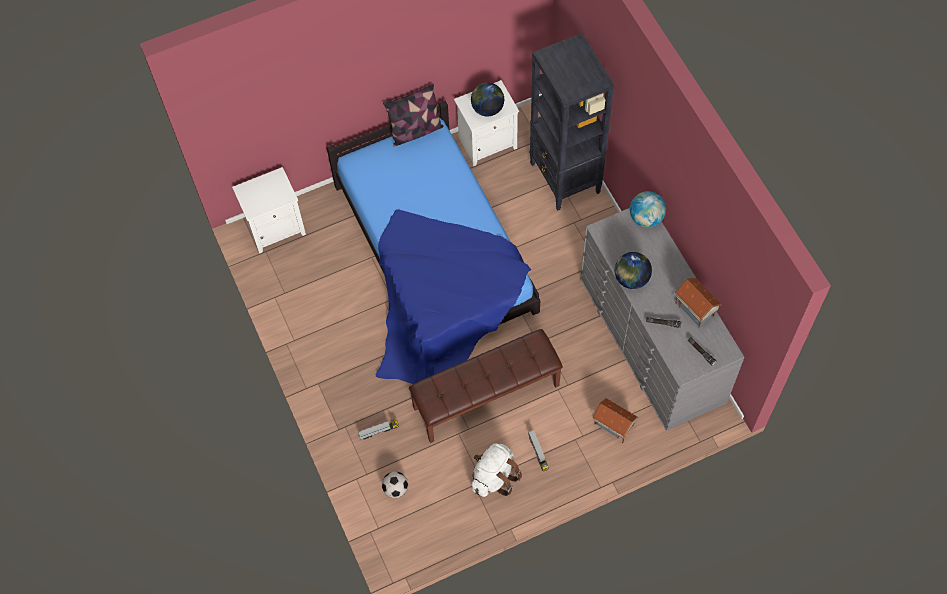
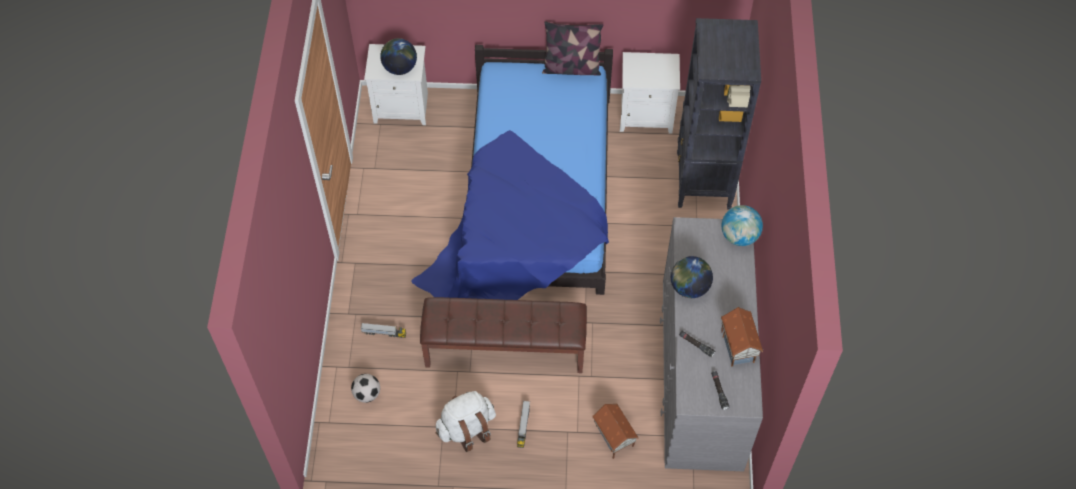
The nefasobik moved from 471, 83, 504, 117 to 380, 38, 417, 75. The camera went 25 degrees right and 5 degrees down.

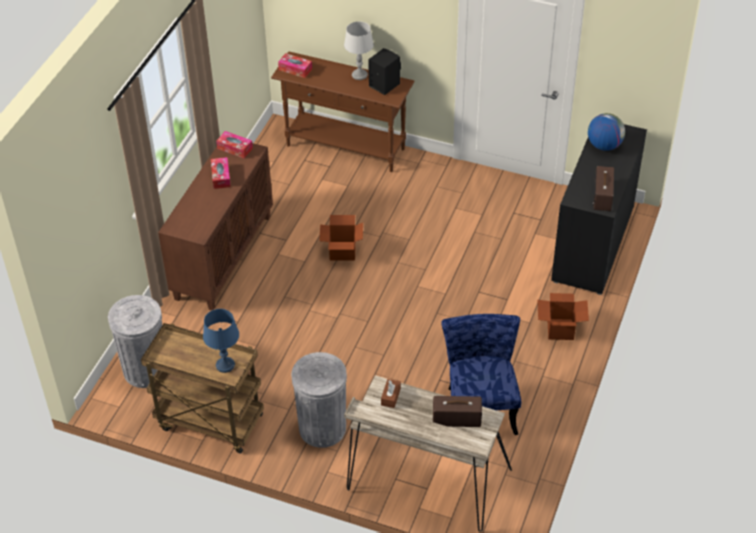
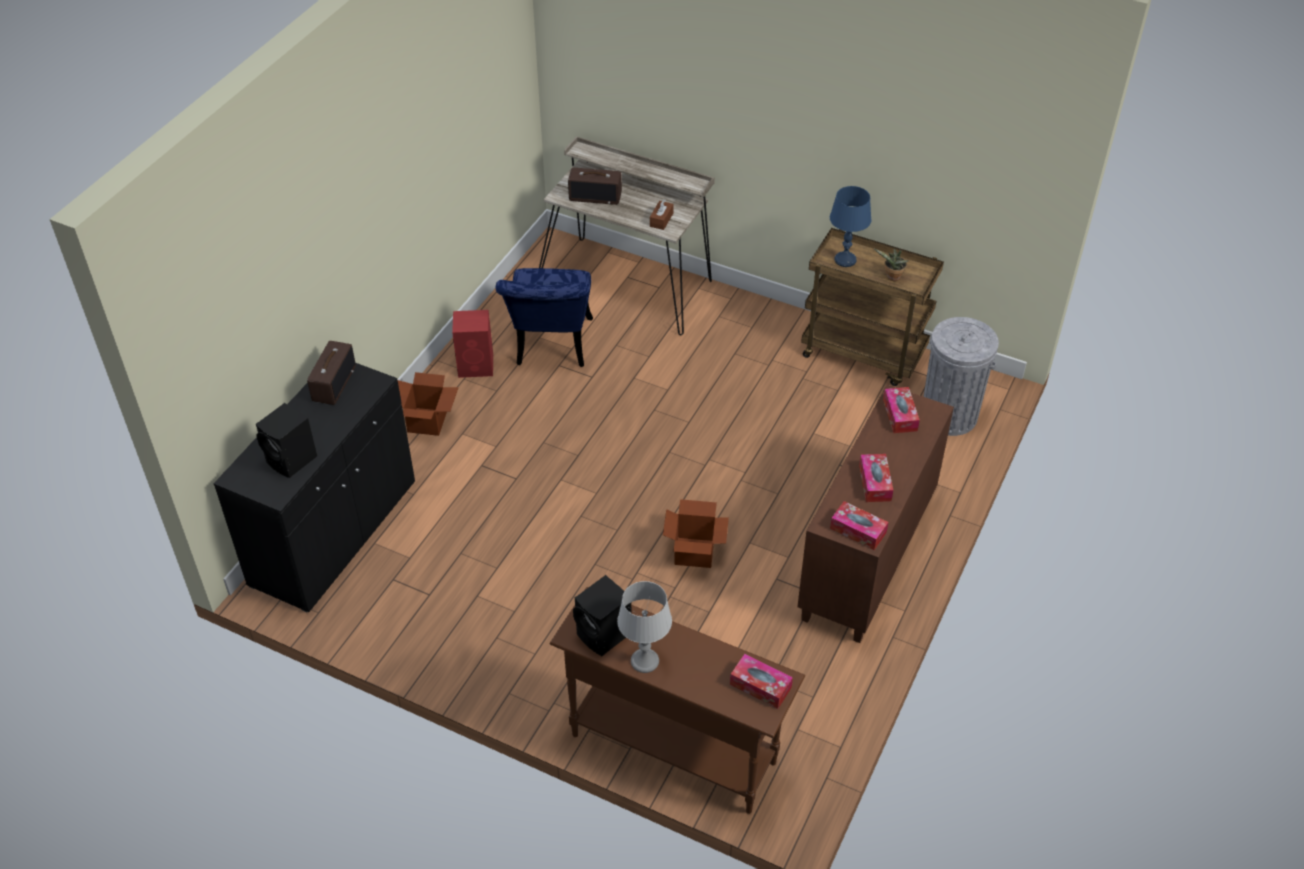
The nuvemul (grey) at 291, 352, 347, 448 disappeared. The nefasobik at 588, 113, 625, 151 was replaced by the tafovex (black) at 256, 403, 317, 478. The tafovex (red) at 452, 310, 493, 378 appeared. The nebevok at 874, 249, 909, 281 appeared. The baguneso at 883, 387, 920, 433 appeared. The camera went 175 degrees left and 0 degrees up.

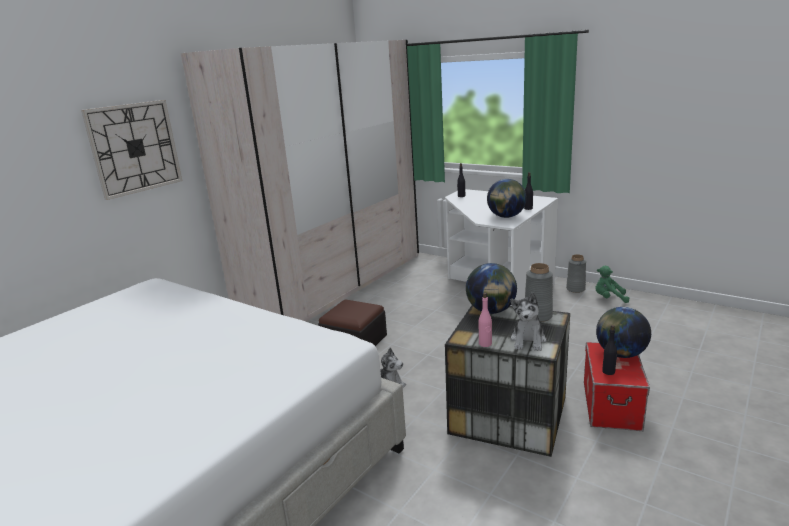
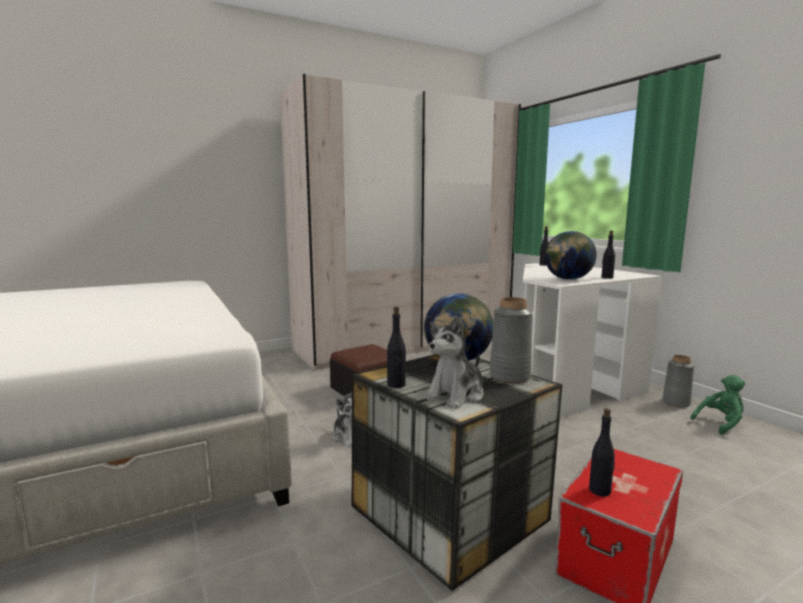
The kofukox at 81, 100, 182, 200 disappeared. The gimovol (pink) at 479, 293, 492, 347 became the gimovol (black) at 387, 307, 406, 388. The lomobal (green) at 596, 266, 629, 303 turned 120 degrees clockwise. The nefasobik at 596, 307, 651, 358 disappeared. The camera went 25 degrees right and 10 degrees down.

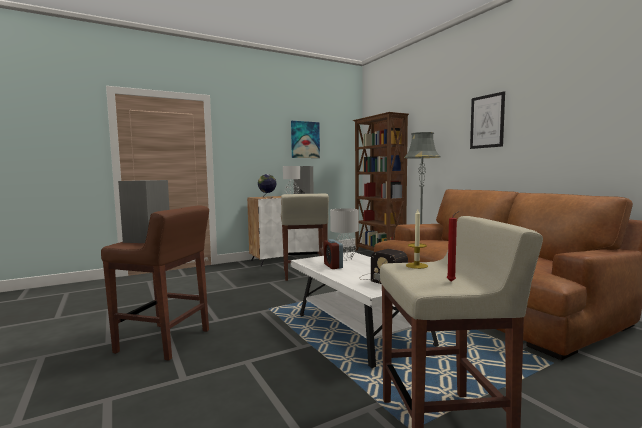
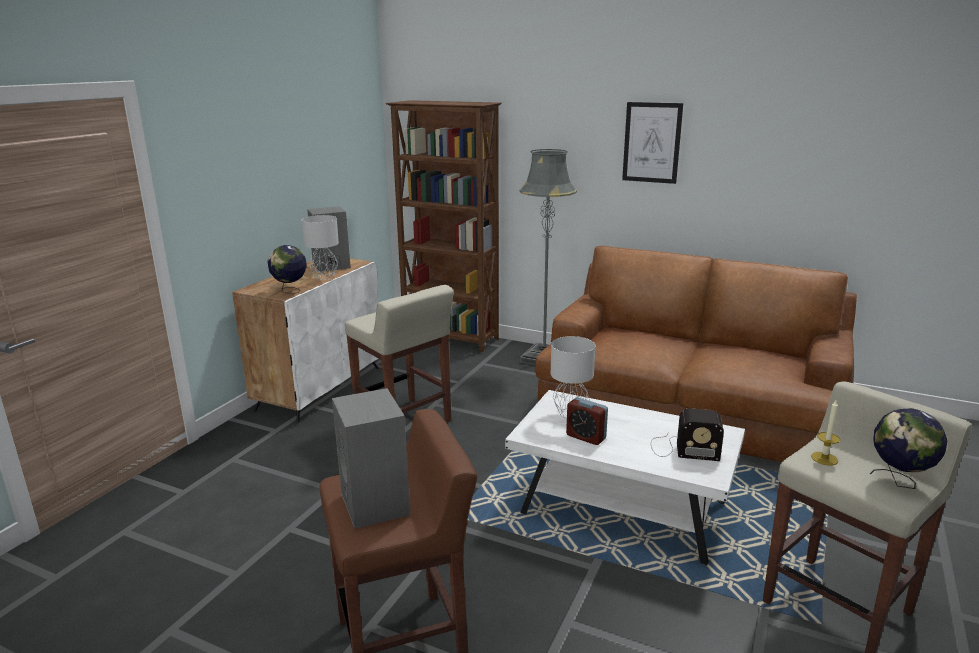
The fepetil at 291, 121, 320, 158 disappeared. The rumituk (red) at 447, 211, 459, 282 was replaced by the nefasobik at 870, 408, 947, 489. The camera went 35 degrees left and 15 degrees up.

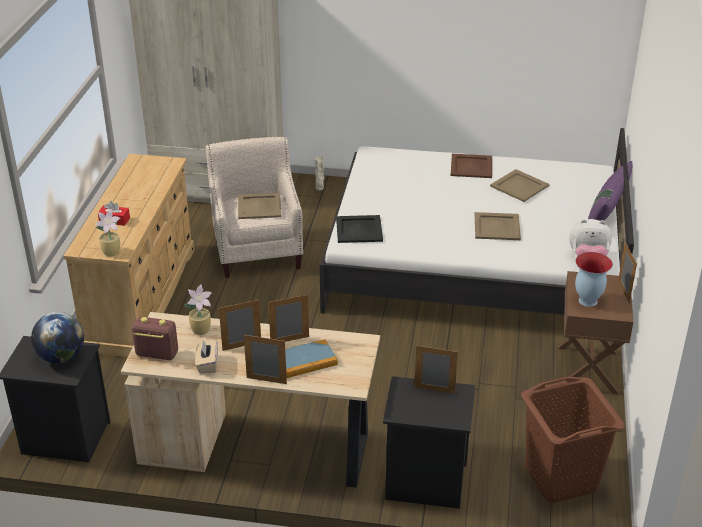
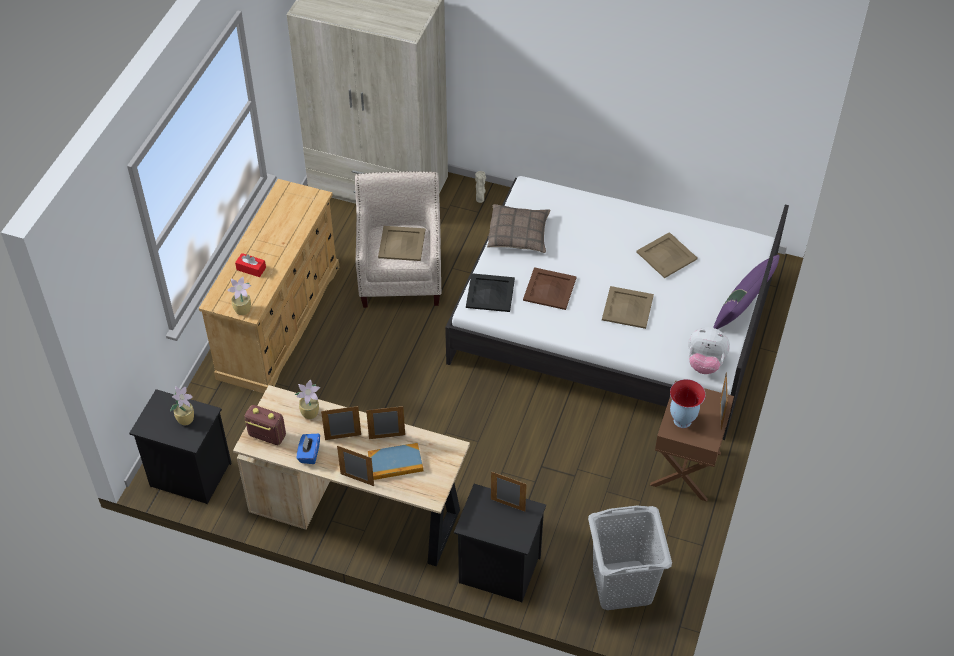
The nefasobik at 31, 312, 84, 363 was replaced by the nebevok at 170, 386, 194, 425. The baguneso (beige) at 195, 340, 218, 373 became the baguneso (blue) at 297, 434, 320, 464. The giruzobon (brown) moved from 450, 154, 492, 178 to 523, 267, 577, 310. The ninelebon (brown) at 521, 377, 625, 503 became the ninelebon (grey) at 588, 506, 672, 610. The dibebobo at 487, 204, 550, 253 appeared. The camera went 10 degrees right and 15 degrees up.

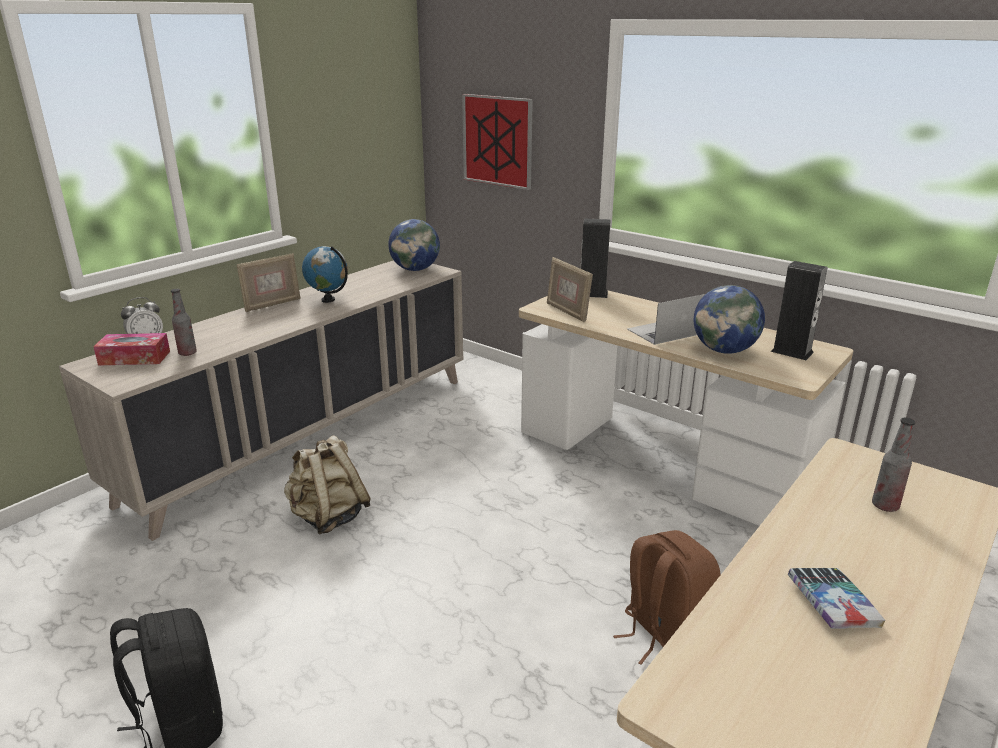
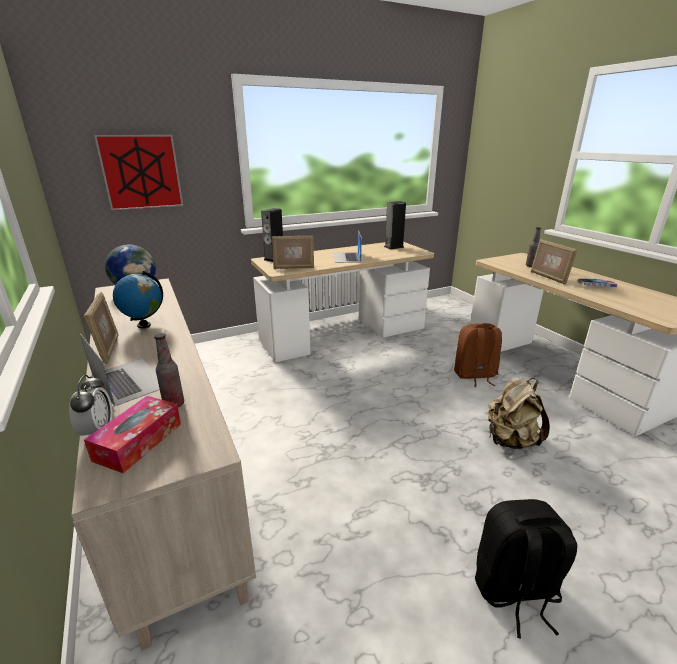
The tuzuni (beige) moved from 284, 435, 371, 535 to 488, 377, 550, 449. The nefasobik at 694, 285, 765, 354 disappeared. The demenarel at 80, 334, 160, 407 appeared. The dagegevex at 531, 239, 577, 285 appeared. The camera went 65 degrees left and 0 degrees up.

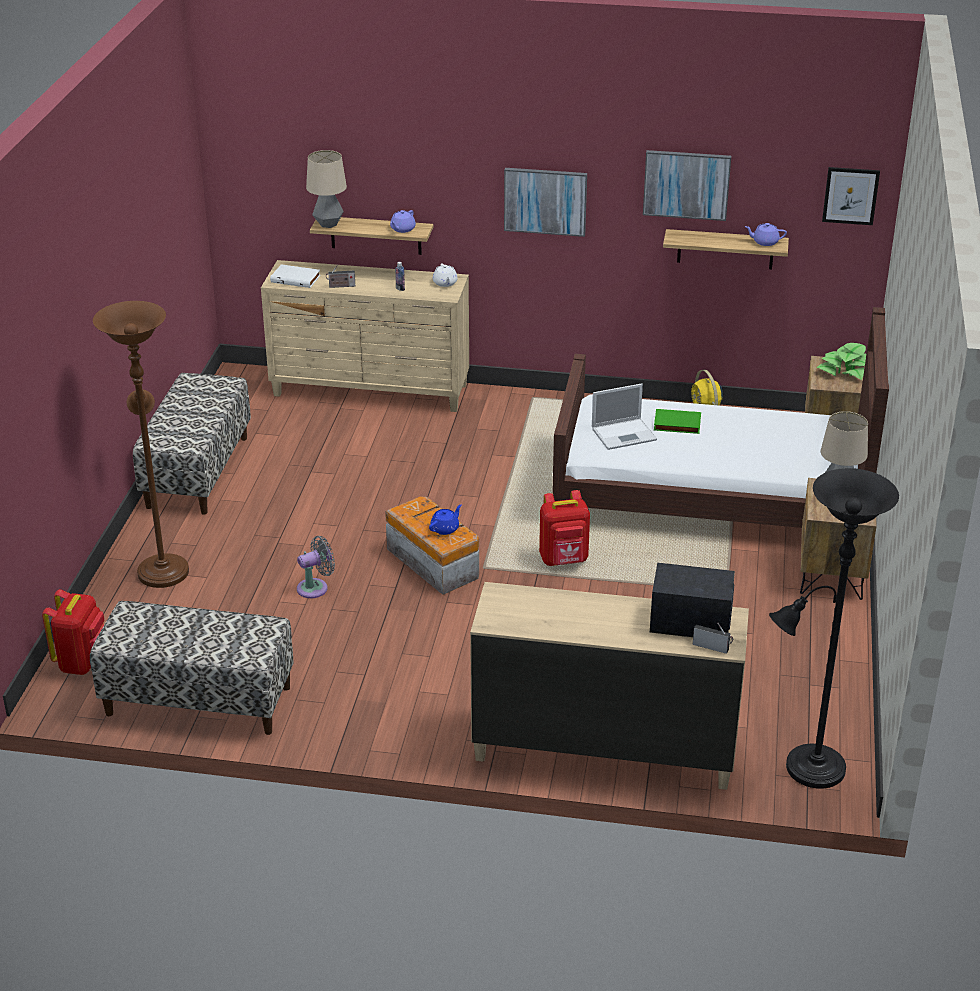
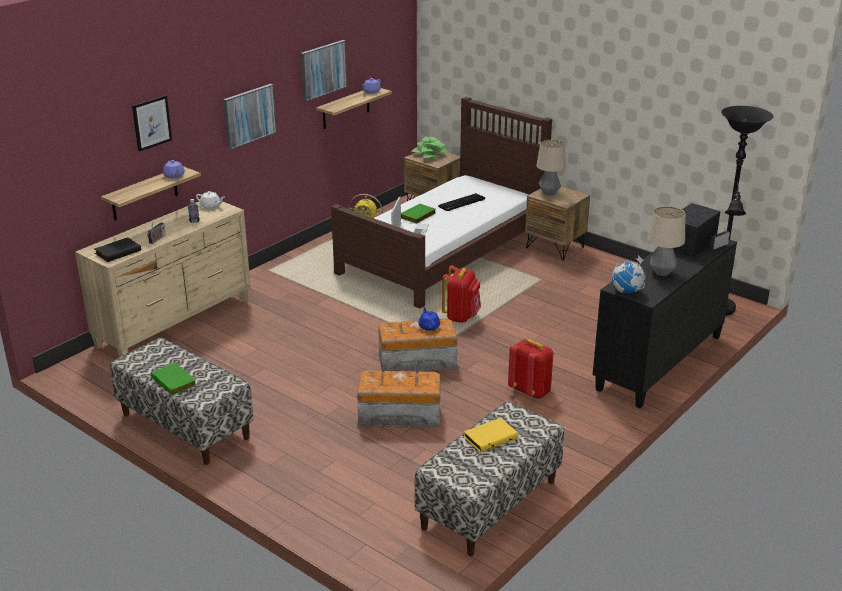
The tuzuni (red) moved from 42, 589, 105, 675 to 508, 339, 553, 399. The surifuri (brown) at 93, 301, 189, 588 disappeared. The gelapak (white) at 270, 264, 321, 288 became the gelapak (black) at 94, 237, 141, 262. The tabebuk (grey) at 297, 536, 335, 598 was replaced by the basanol at 357, 371, 440, 428. The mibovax moved from 306, 150, 347, 228 to 647, 206, 685, 276. The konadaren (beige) at 470, 582, 749, 790 became the konadaren (black) at 593, 239, 737, 408. The fepetil moved from 822, 167, 880, 225 to 132, 95, 172, 152. The gelapak (green) at 151, 363, 197, 396 appeared. The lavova at 438, 193, 485, 211 appeared. The gelapak (yellow) at 464, 418, 518, 453 appeared. The nefasobik at 612, 255, 645, 293 appeared. The camera went 60 degrees left and 5 degrees down.

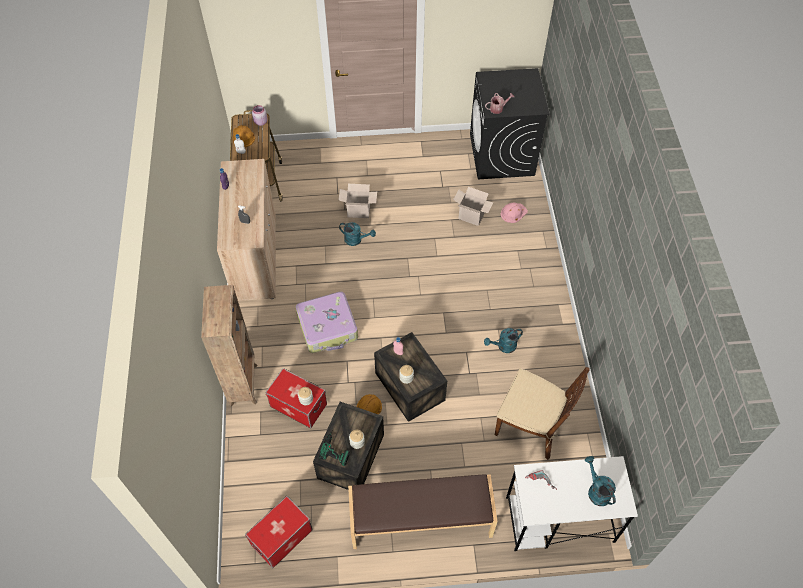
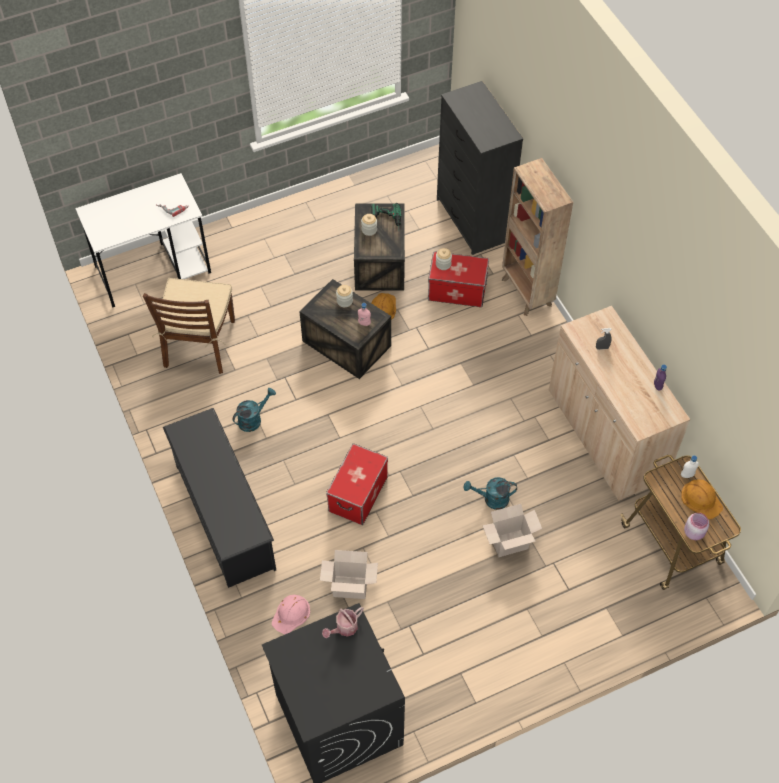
The basanol moved from 245, 496, 313, 568 to 326, 443, 388, 525. The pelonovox at 296, 291, 358, 353 disappeared. The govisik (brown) at 348, 474, 498, 549 disappeared. The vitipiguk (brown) at 495, 367, 589, 460 turned 90 degrees counterclockwise. The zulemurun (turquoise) at 585, 456, 616, 506 disappeared. The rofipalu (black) at 163, 408, 276, 588 appeared. The konadaren (black) at 437, 81, 523, 255 appeared. The camera went 160 degrees right and 0 degrees up.

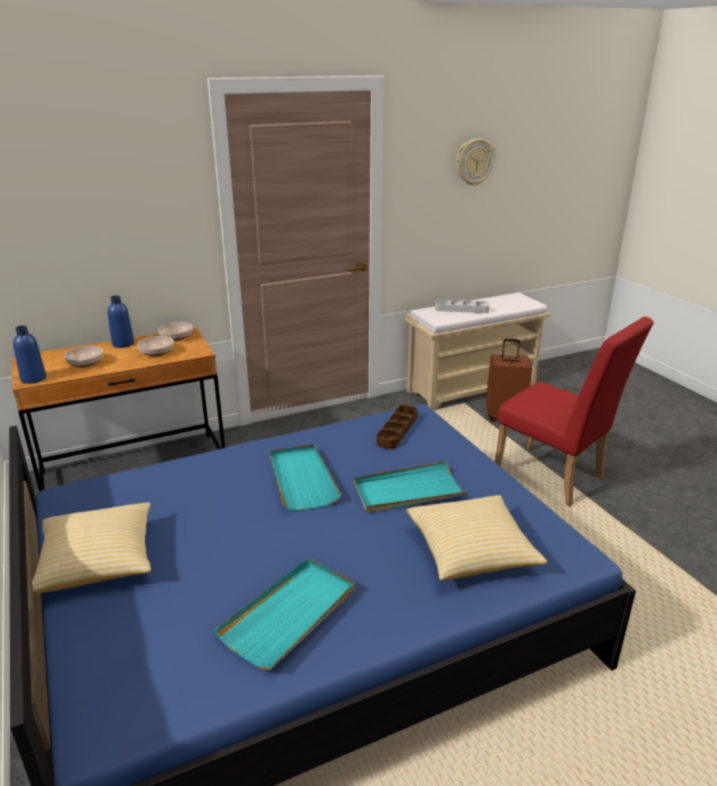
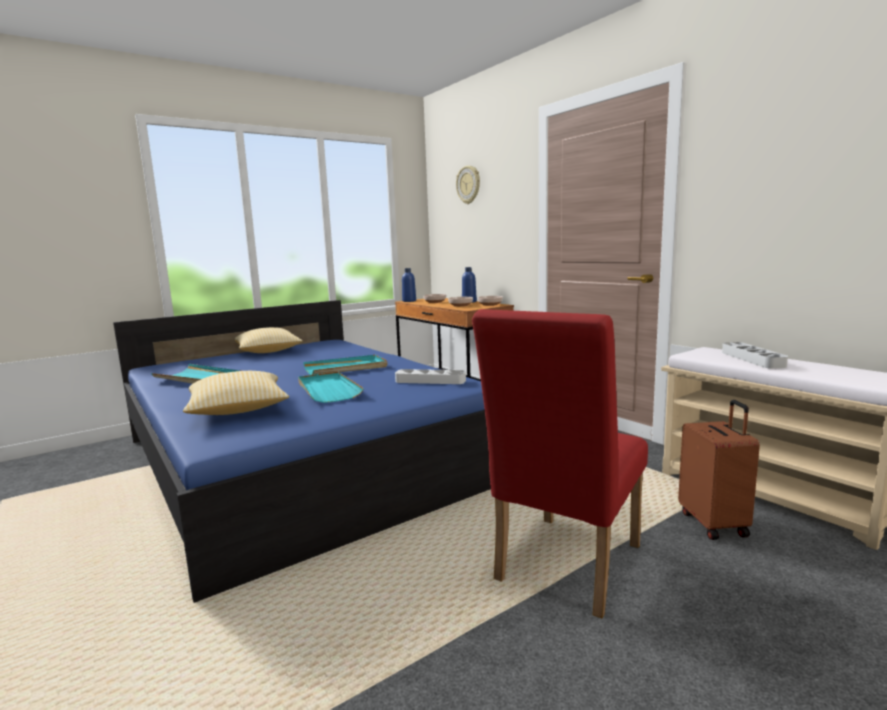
The giruzobon (brown) at 376, 405, 417, 449 became the giruzobon (white) at 395, 369, 466, 384. The kofukox moved from 457, 138, 495, 186 to 456, 166, 480, 204. The camera went 80 degrees right and 15 degrees down.

